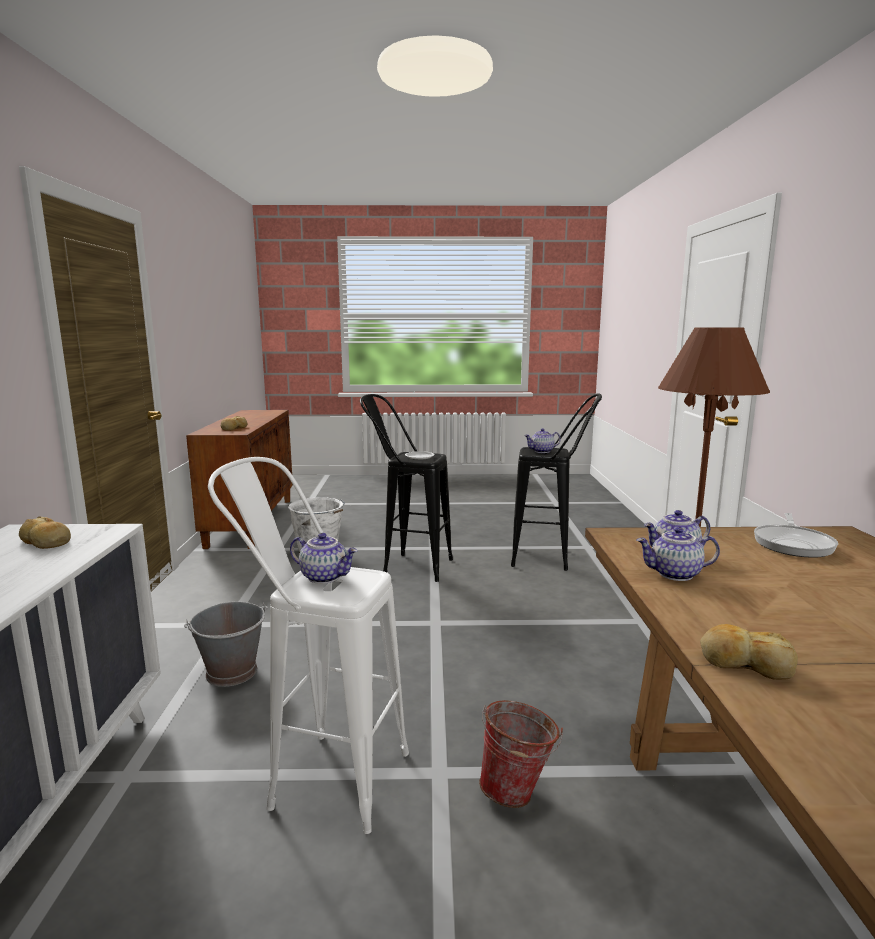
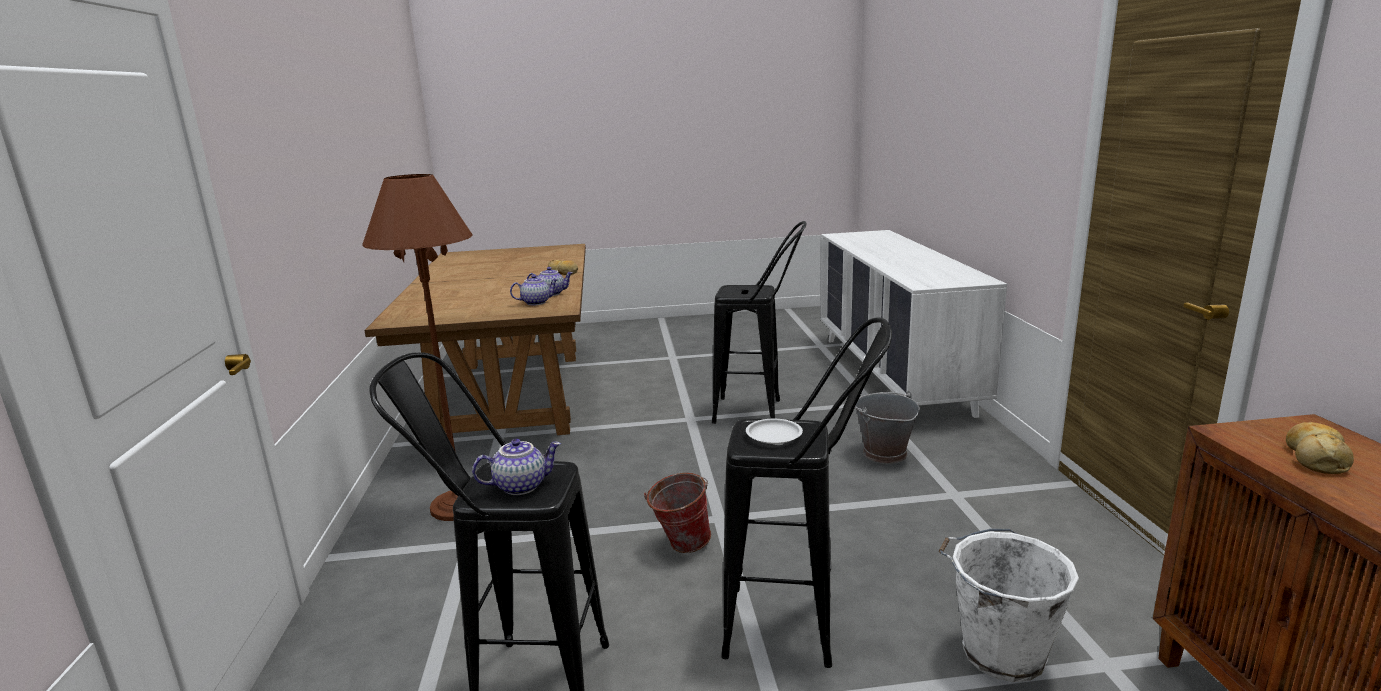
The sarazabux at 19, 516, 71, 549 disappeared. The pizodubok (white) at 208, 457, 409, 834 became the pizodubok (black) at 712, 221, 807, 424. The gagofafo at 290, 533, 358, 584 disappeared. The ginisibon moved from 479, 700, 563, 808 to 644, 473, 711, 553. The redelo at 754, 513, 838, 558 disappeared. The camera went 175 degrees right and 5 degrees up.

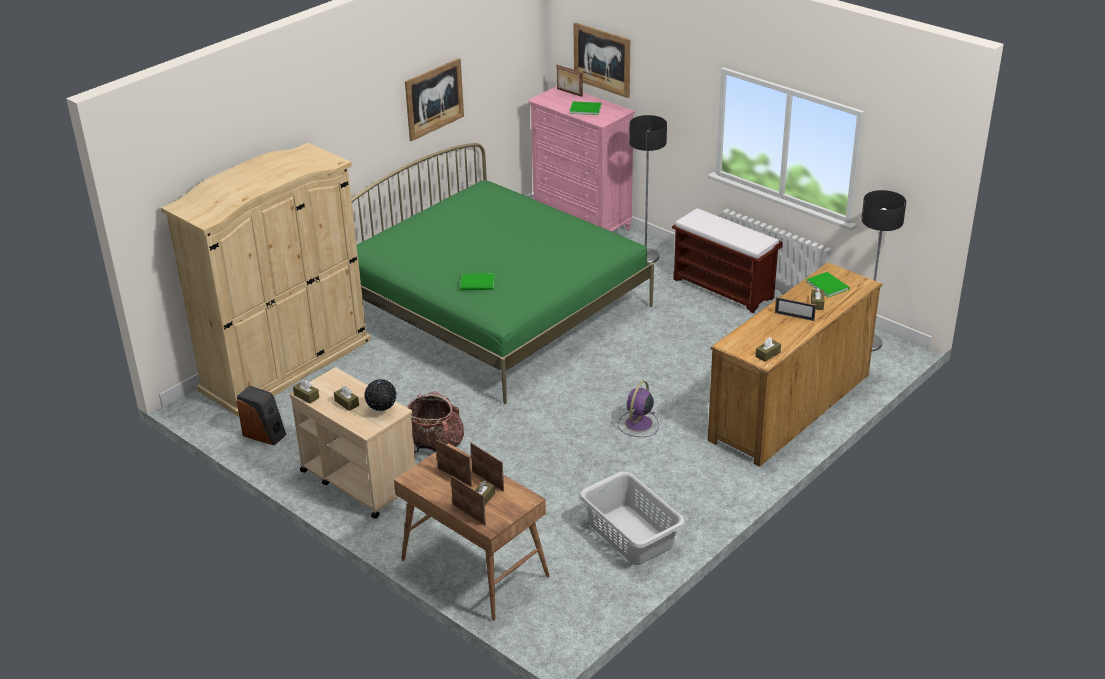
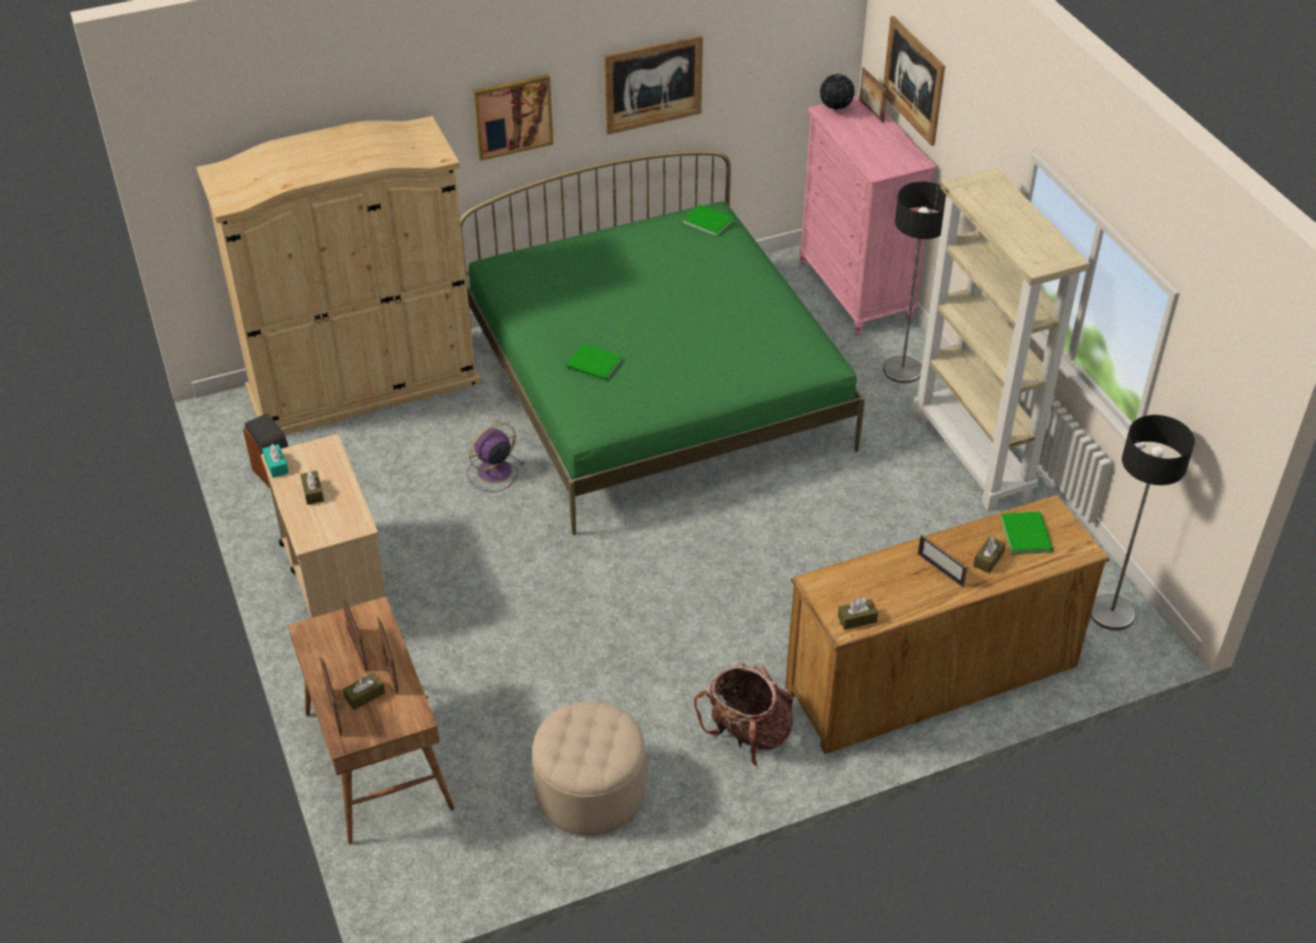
The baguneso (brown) at 293, 379, 319, 404 became the baguneso (turquoise) at 263, 444, 289, 478. The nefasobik moved from 365, 379, 397, 411 to 820, 73, 855, 110. The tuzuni moved from 407, 391, 464, 453 to 694, 663, 793, 767. The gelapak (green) moved from 569, 101, 601, 115 to 683, 205, 734, 237. The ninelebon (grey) at 579, 471, 685, 565 was replaced by the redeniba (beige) at 532, 702, 646, 836. The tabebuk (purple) moved from 618, 381, 659, 437 to 467, 422, 524, 492. The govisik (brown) at 672, 208, 783, 313 was replaced by the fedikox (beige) at 913, 168, 1090, 511. The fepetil at 473, 74, 553, 161 appeared. The camera went 25 degrees right and 10 degrees up.

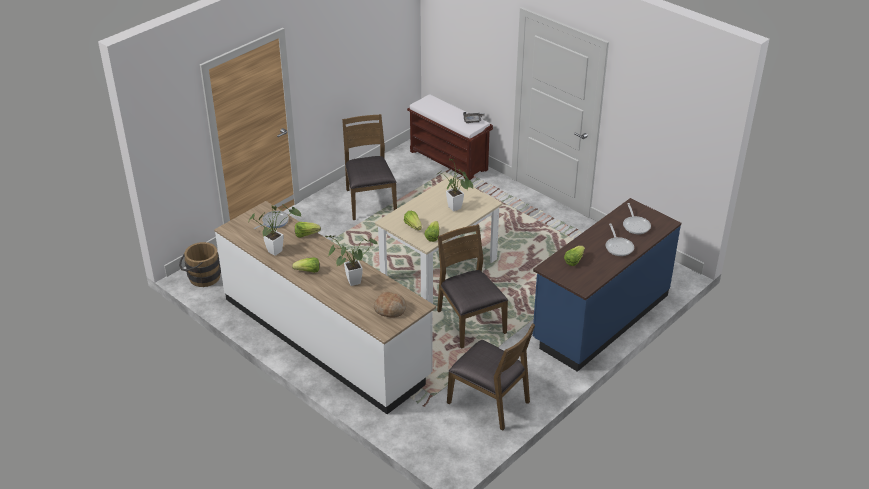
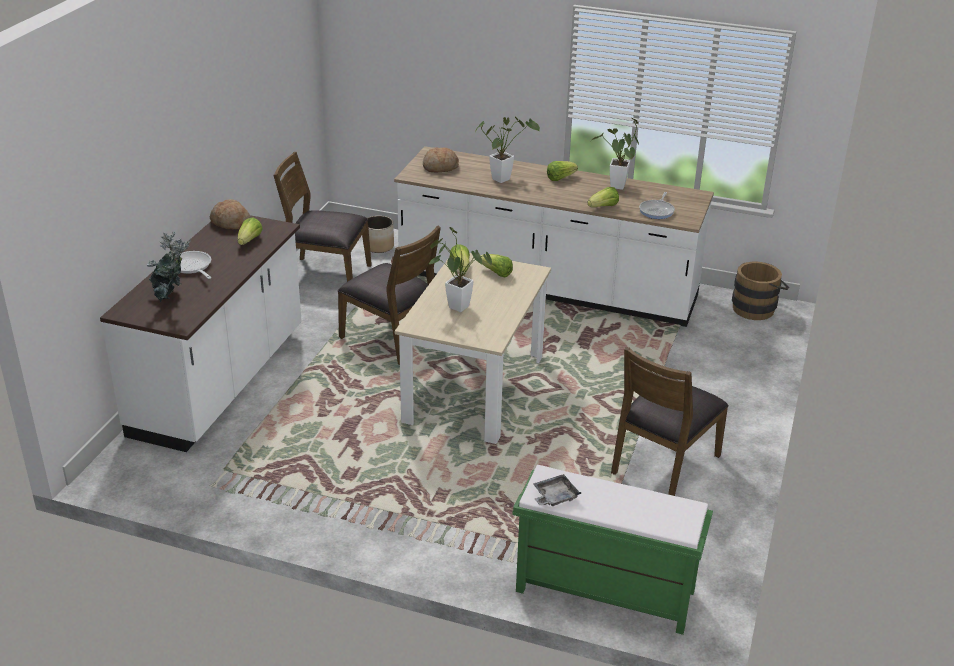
The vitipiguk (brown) at 342, 114, 397, 220 turned 75 degrees clockwise. The govisik (brown) at 407, 94, 493, 180 became the govisik (green) at 512, 465, 713, 635. The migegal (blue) at 532, 198, 681, 372 became the migegal (white) at 100, 215, 302, 452. The redelo at 623, 203, 651, 234 was replaced by the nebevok at 146, 232, 191, 302. The sarazabux at 210, 199, 250, 230 appeared. The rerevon at 367, 216, 394, 253 appeared. The camera went 155 degrees right and 5 degrees down.

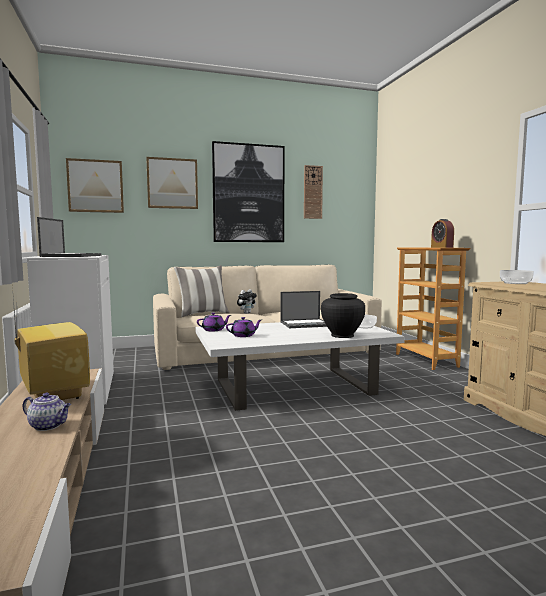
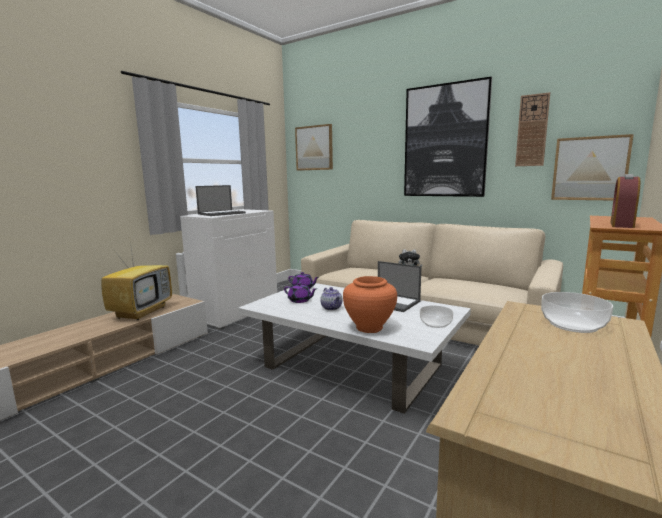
The gagofafo moved from 23, 393, 71, 431 to 320, 287, 343, 310. The fepetil moved from 146, 157, 198, 209 to 551, 134, 634, 201. The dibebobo at 174, 265, 230, 317 disappeared. The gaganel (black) at 321, 293, 365, 338 became the gaganel (orange) at 343, 276, 397, 333. The camera went 50 degrees right and 5 degrees up.

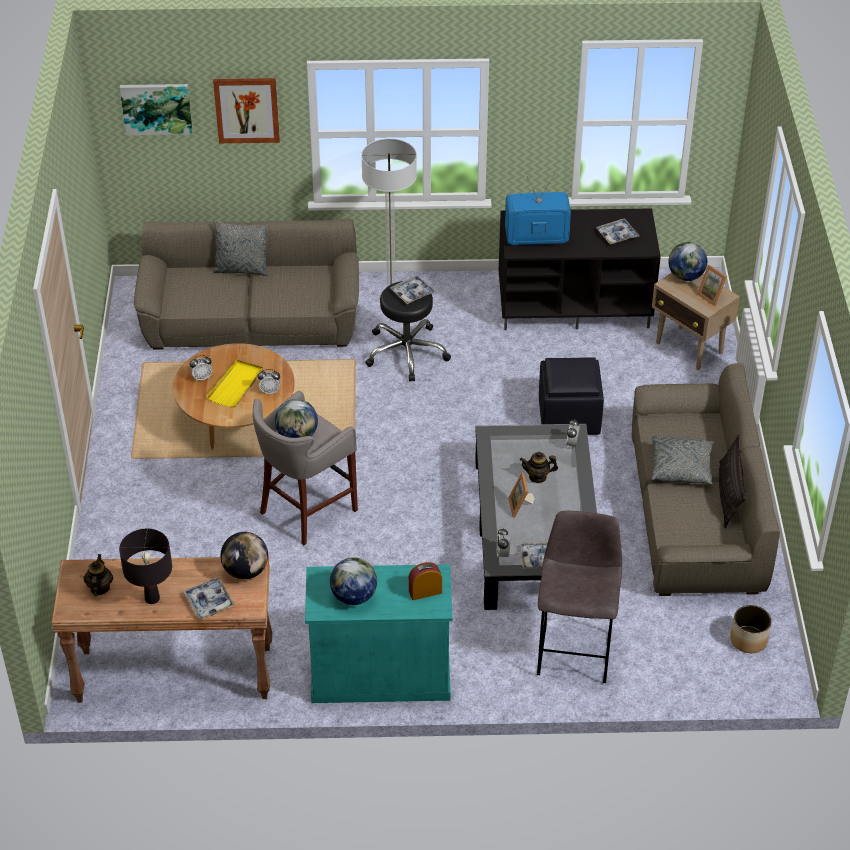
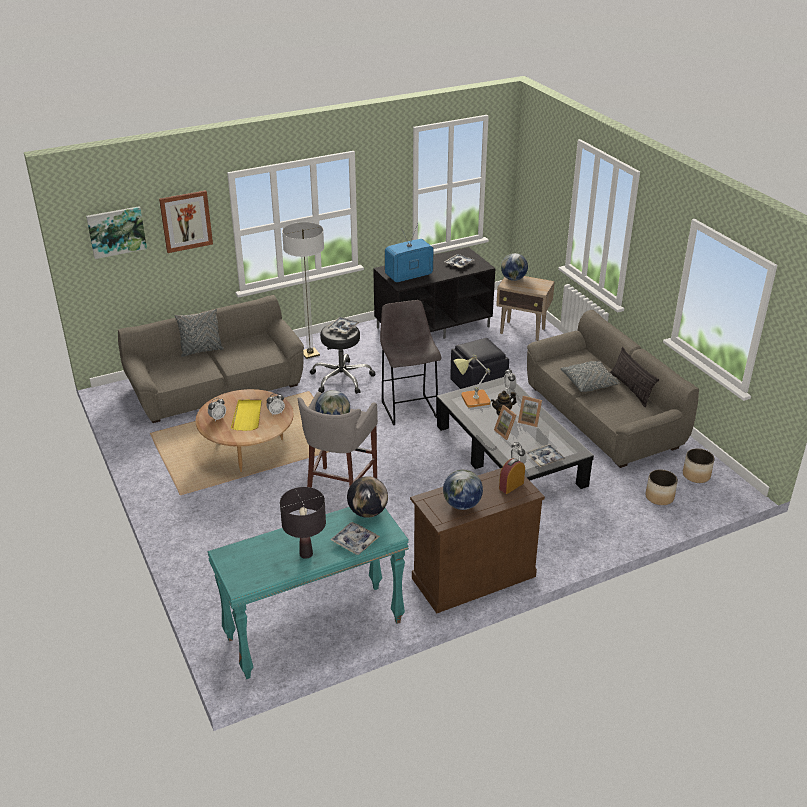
The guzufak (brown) at 51, 556, 272, 703 became the guzufak (turquoise) at 208, 507, 409, 679. The gagofafo at 83, 554, 113, 596 disappeared. The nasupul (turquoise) at 305, 564, 453, 703 became the nasupul (brown) at 410, 468, 545, 613. The pizodubok (grey) moved from 537, 511, 622, 683 to 380, 300, 441, 425. The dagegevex moved from 697, 265, 727, 306 to 518, 396, 542, 427. The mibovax at 453, 355, 491, 408 appeared. The rerevon at 646, 469, 678, 505 appeared. The camera went 25 degrees left and 10 degrees down.

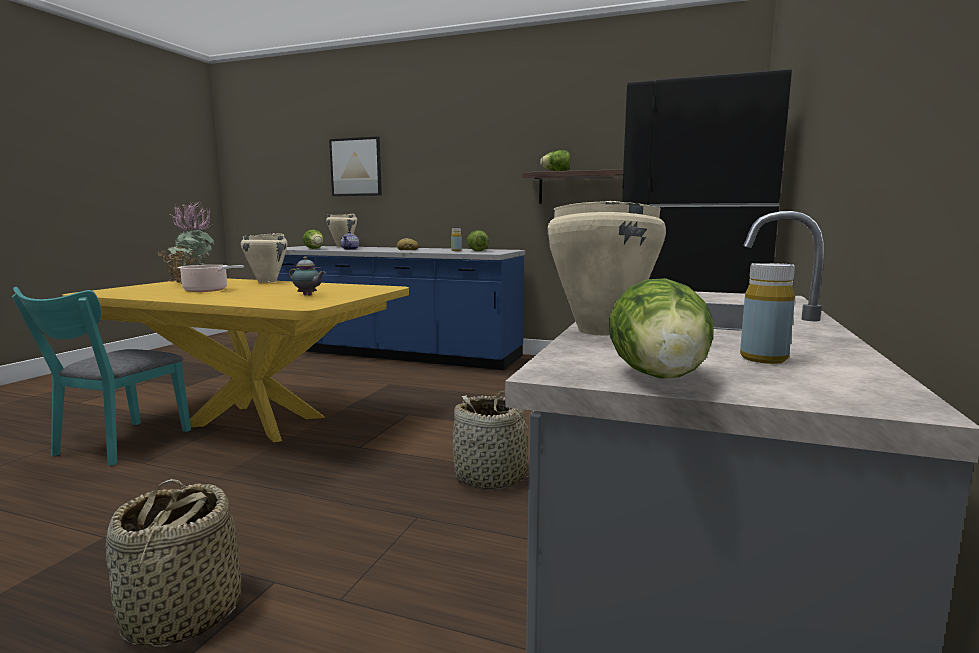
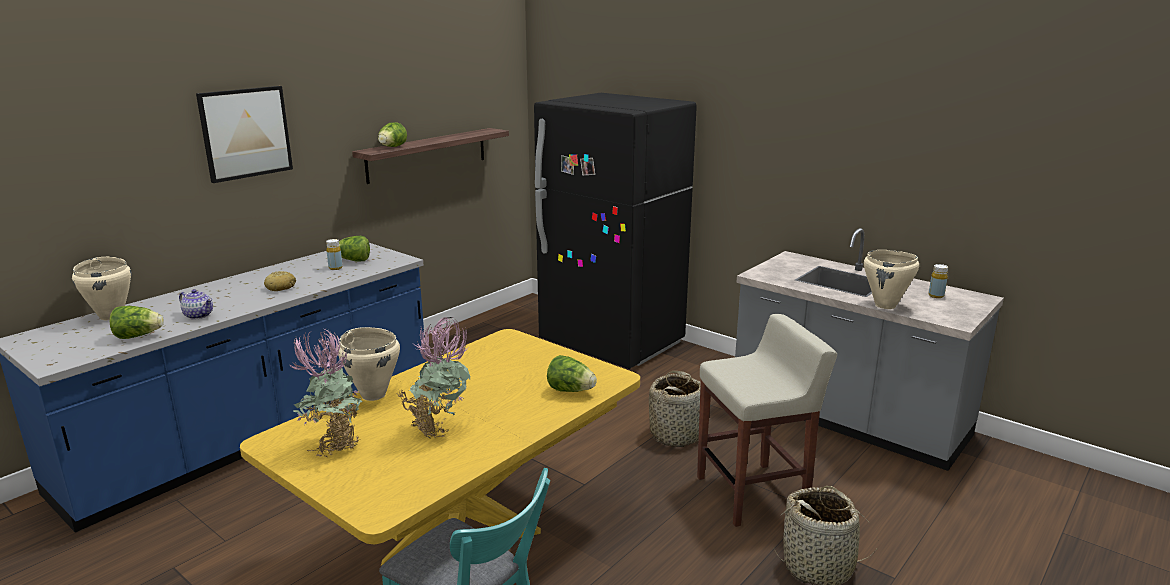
The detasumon at 178, 265, 244, 292 was replaced by the nebevok at 398, 317, 470, 438. The gagofafo at 289, 257, 326, 296 disappeared. The fepetil moved from 329, 136, 382, 196 to 196, 86, 293, 183. The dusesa moved from 609, 278, 714, 378 to 547, 355, 597, 392. The pizodubok (beige) at 697, 314, 837, 527 appeared. The camera went 70 degrees left and 10 degrees up.

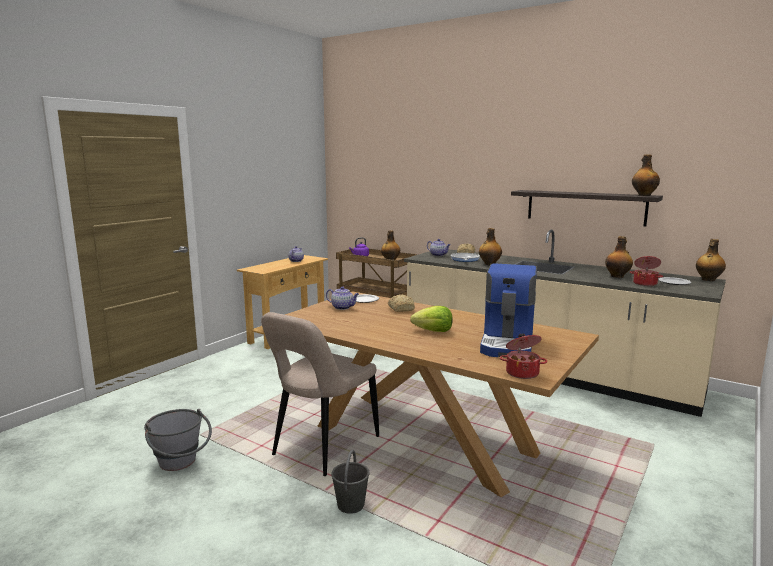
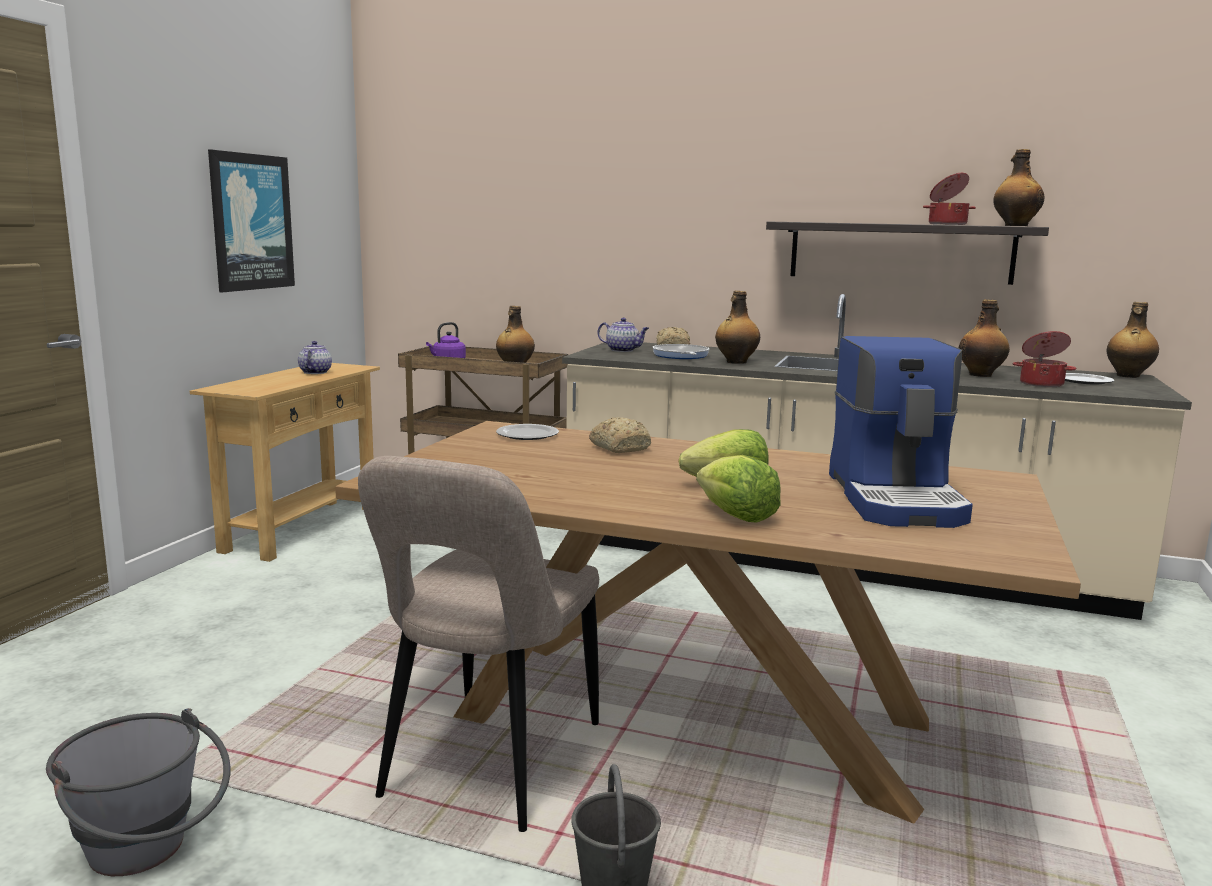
The gagofafo at 326, 286, 359, 310 disappeared. The detasumon moved from 500, 333, 547, 379 to 923, 173, 976, 225. The fepetil at 208, 150, 295, 292 appeared. The dusesa at 696, 455, 781, 523 appeared. The camera went 15 degrees left and 0 degrees up.

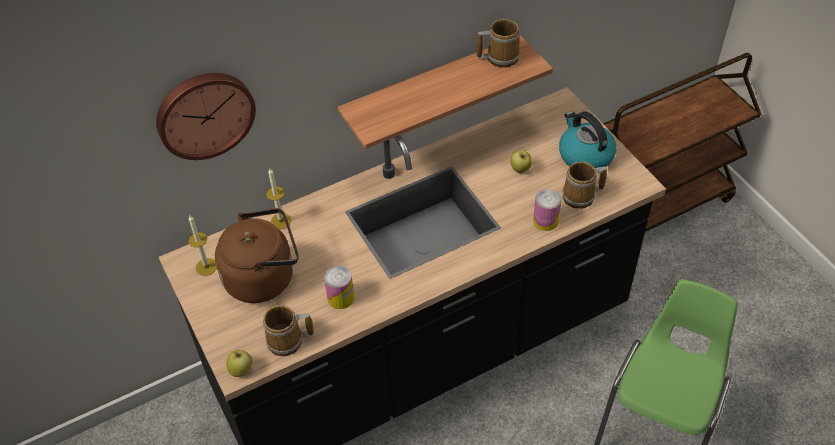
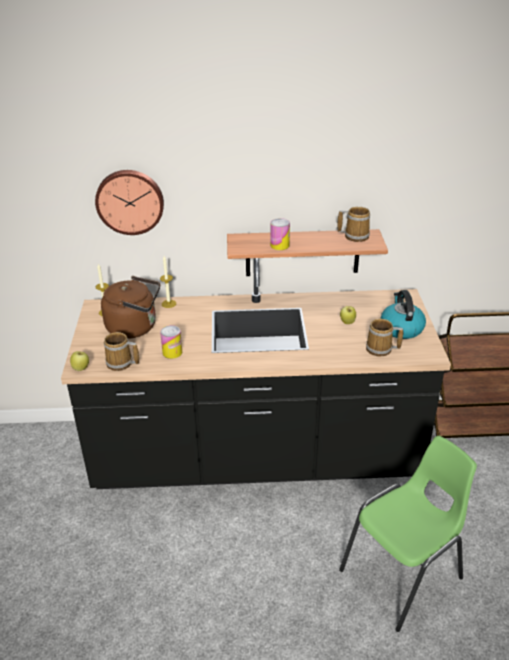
The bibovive moved from 533, 189, 562, 231 to 270, 218, 290, 250. The camera went 25 degrees right and 15 degrees down.

